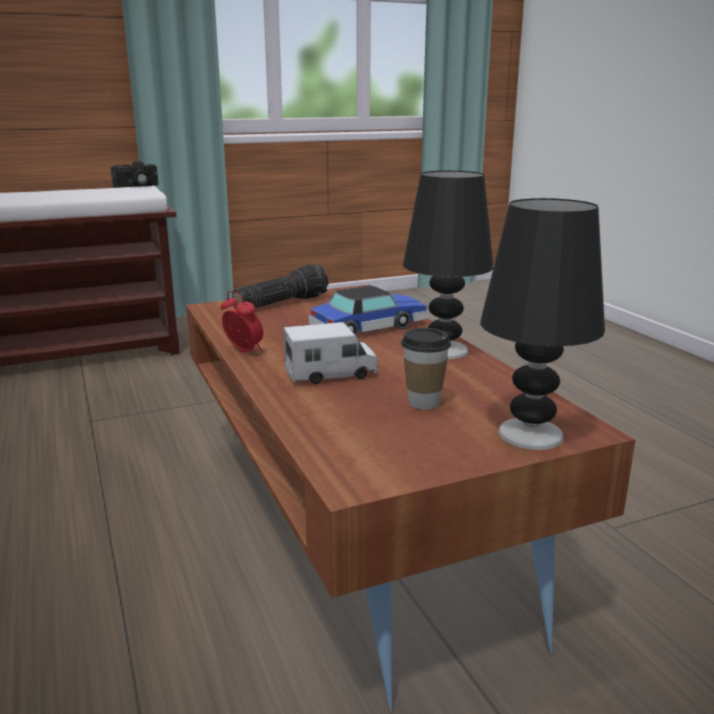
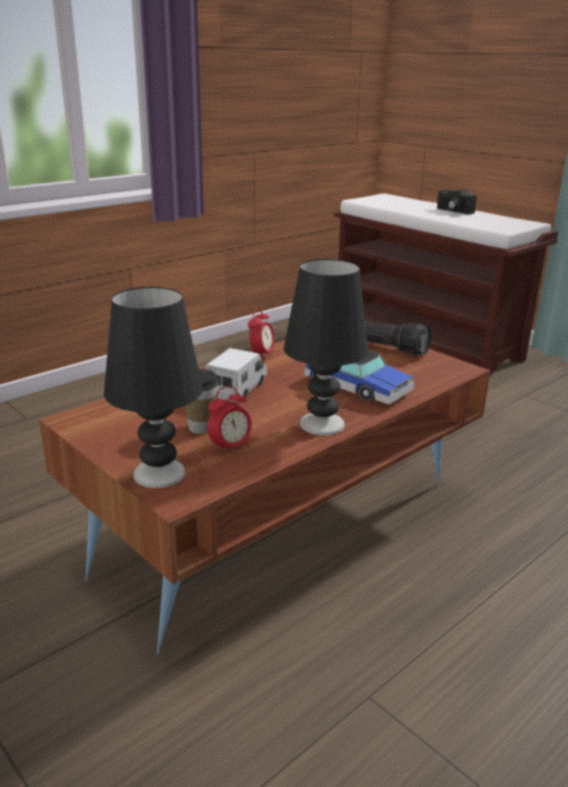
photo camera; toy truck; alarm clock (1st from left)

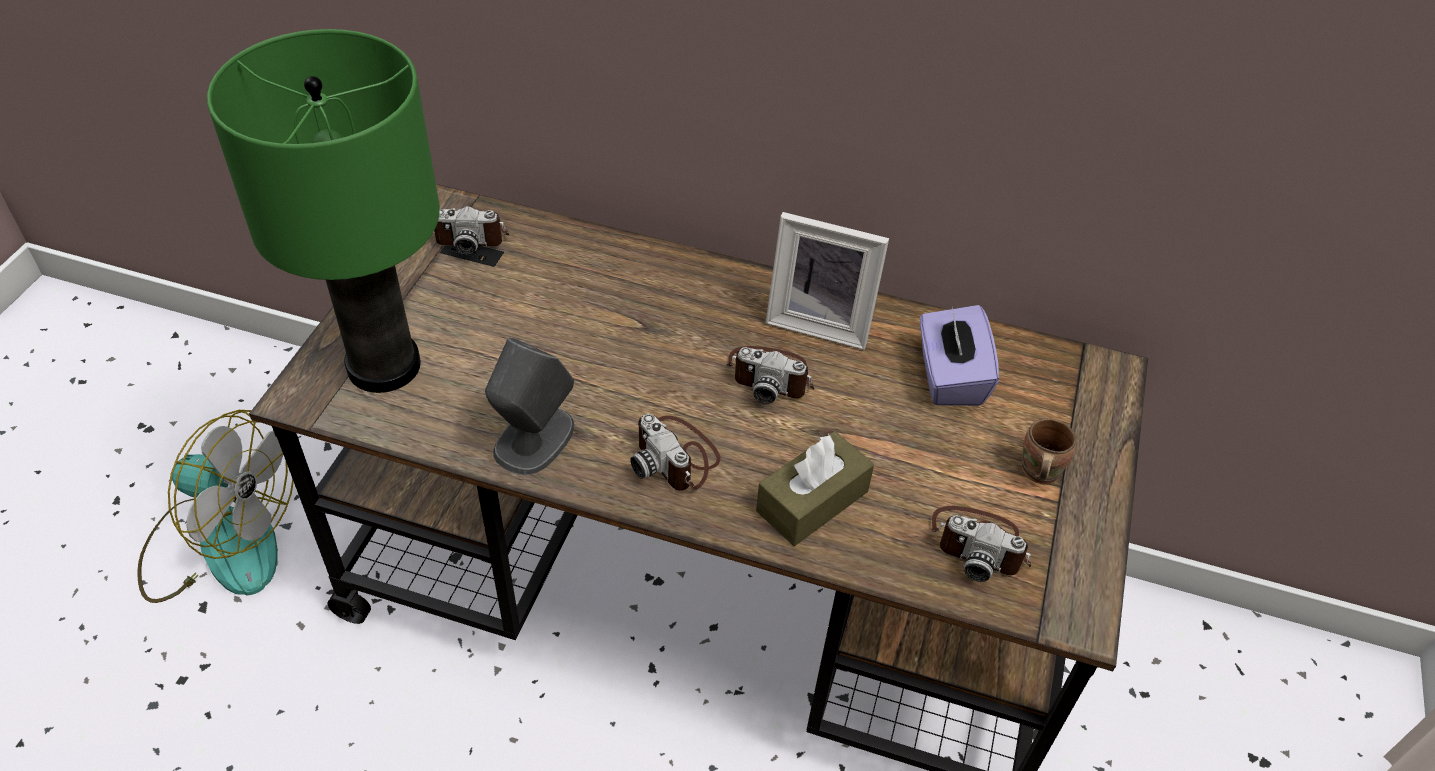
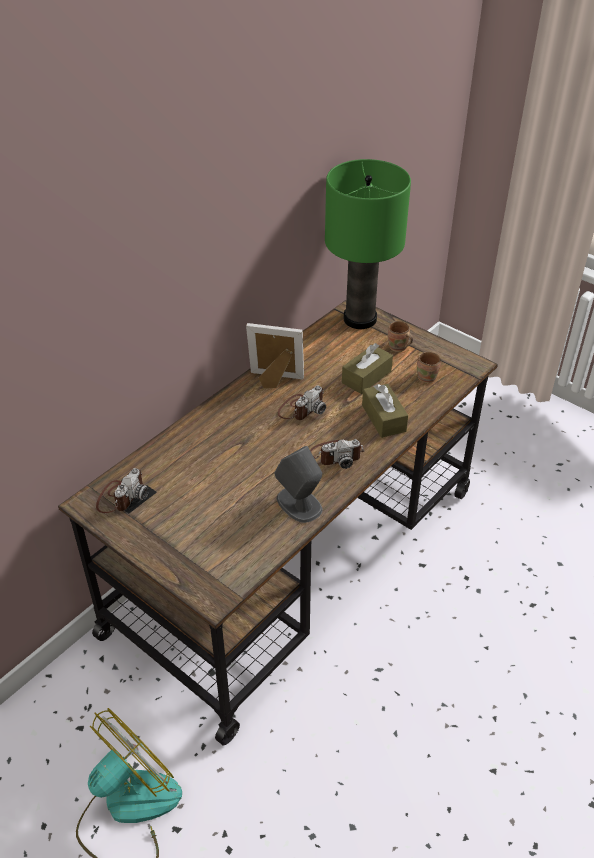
table lamp (green); picture frame; tissue box (purple); mug (brown) (2nd from left); tissue box (brown) (1st from left)

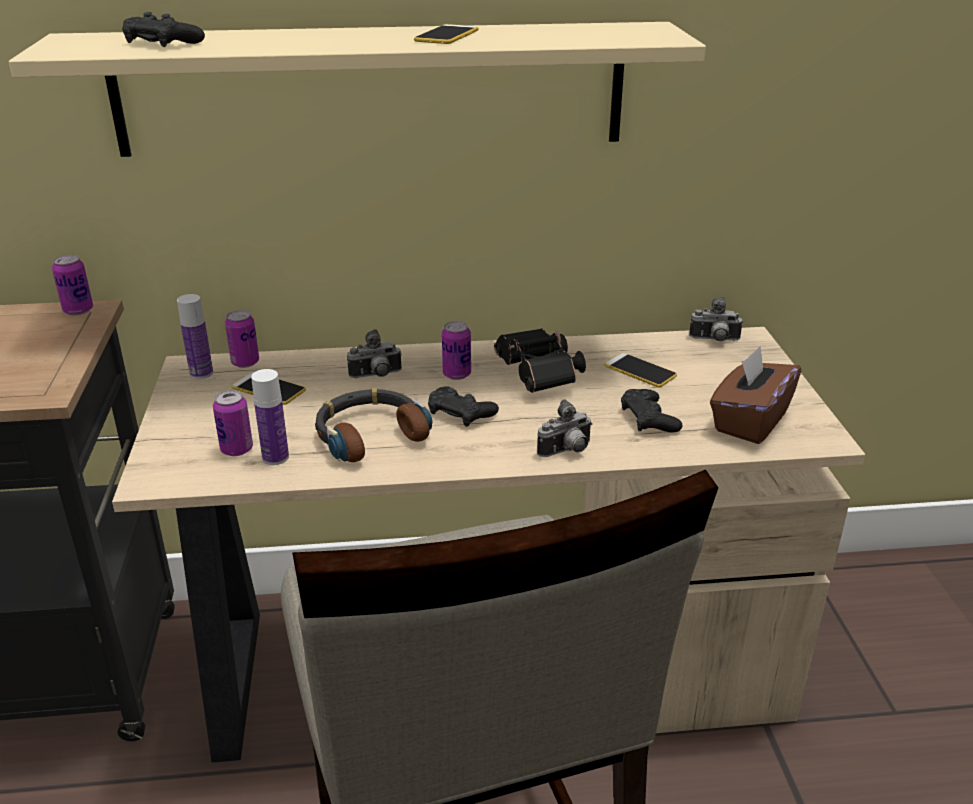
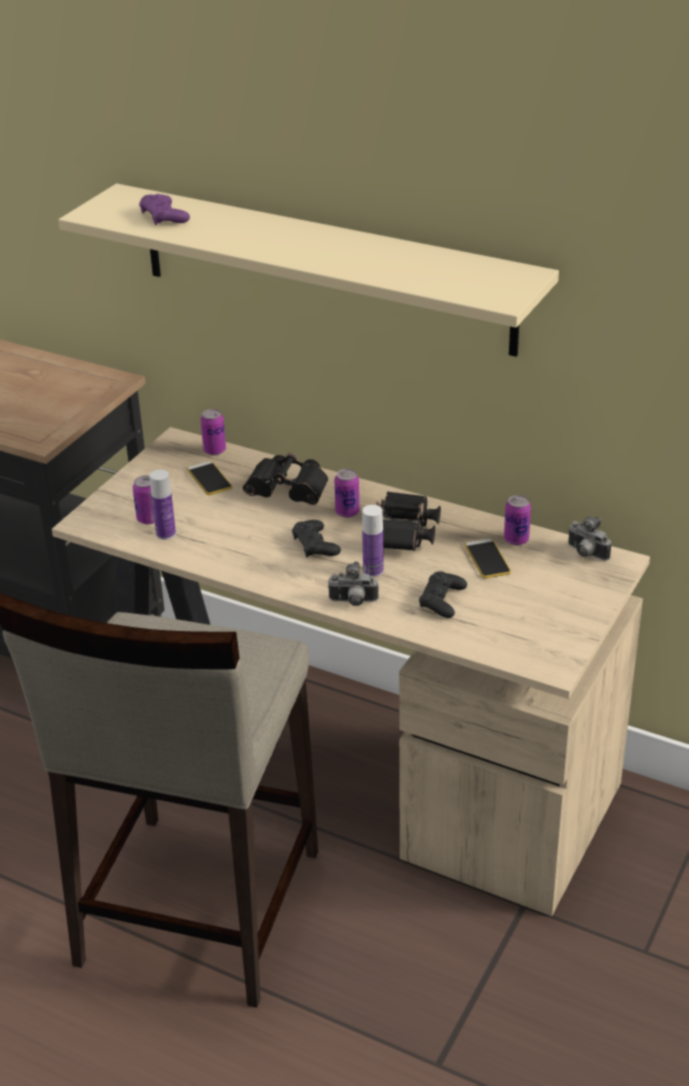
game controller (purple); phone (2nd from left in the first image); can (4th from left); bottle (2nd from left); binoculars (black) (1st from left); tissue box (brown); headphones

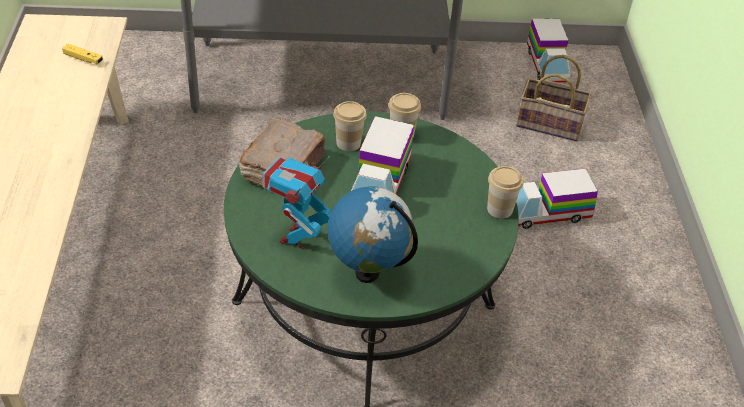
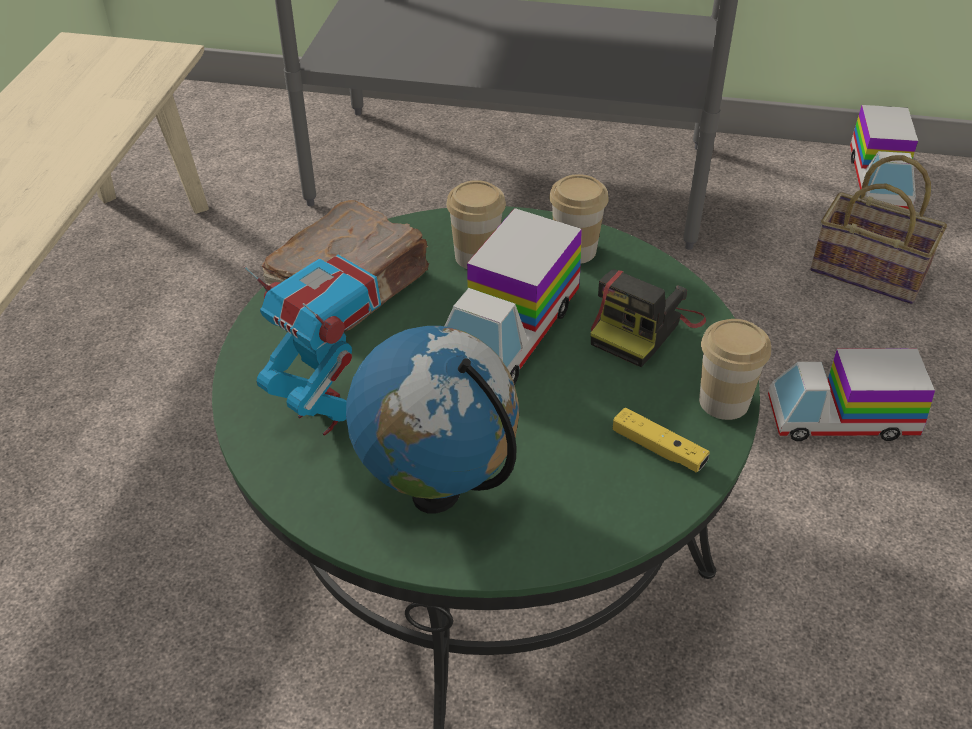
game controller (yellow); toy robot; photo camera

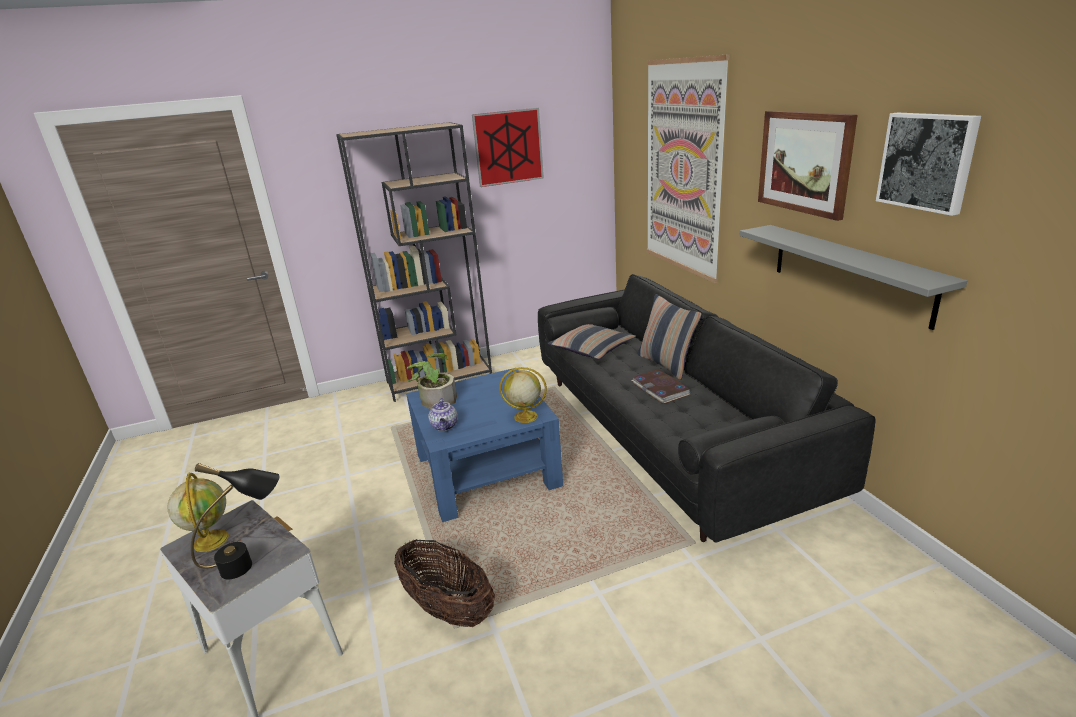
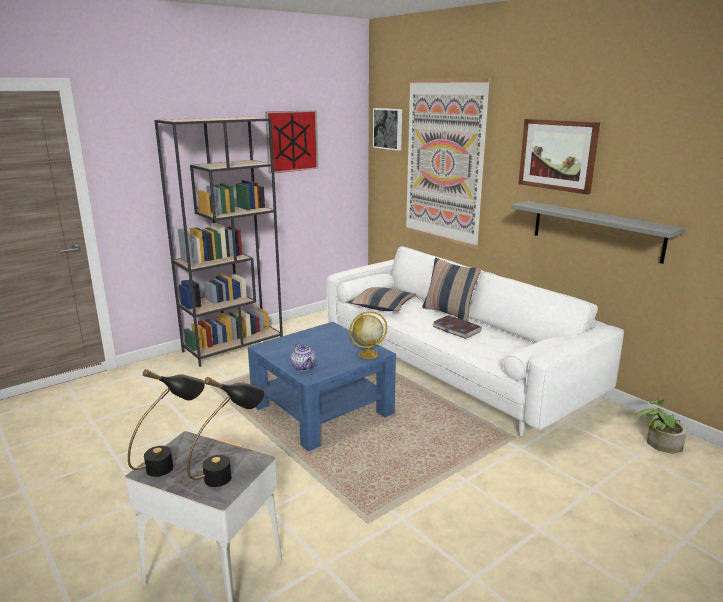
picture (2nd from left); sofa (white); potted plant; table lamp (black) (1st from left); basket

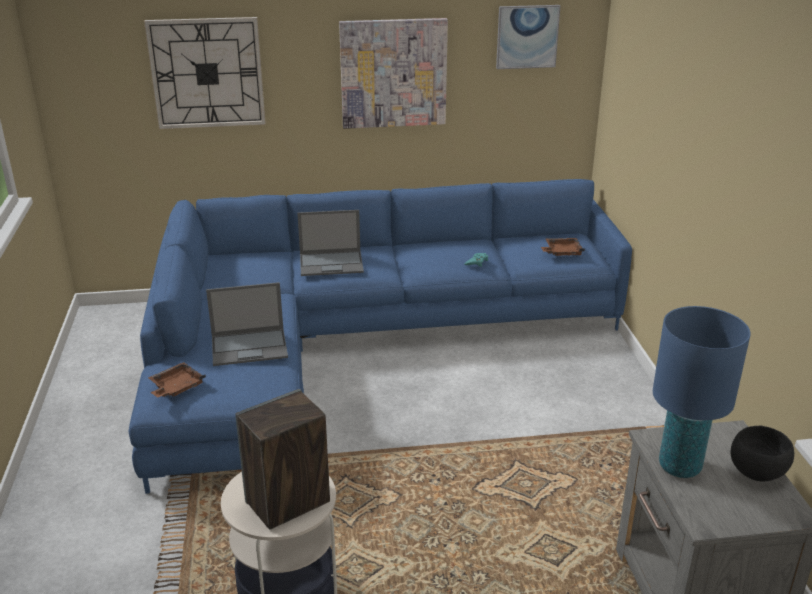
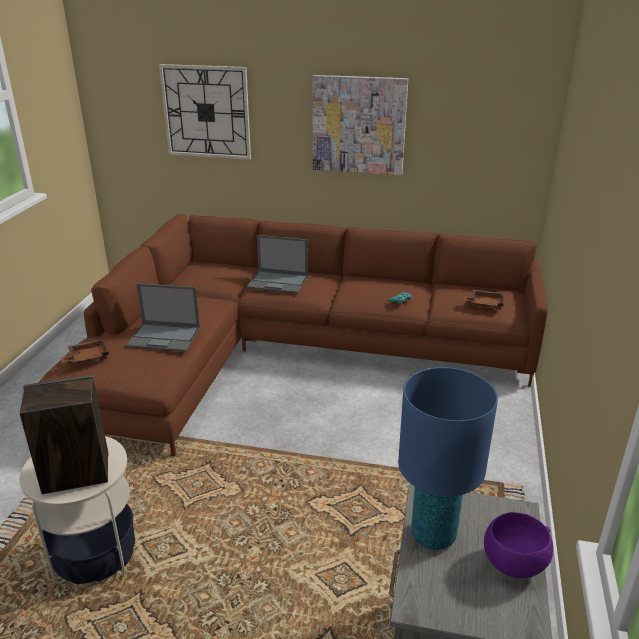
picture (2nd from left in the first image); sofa (brown); bowl (purple)

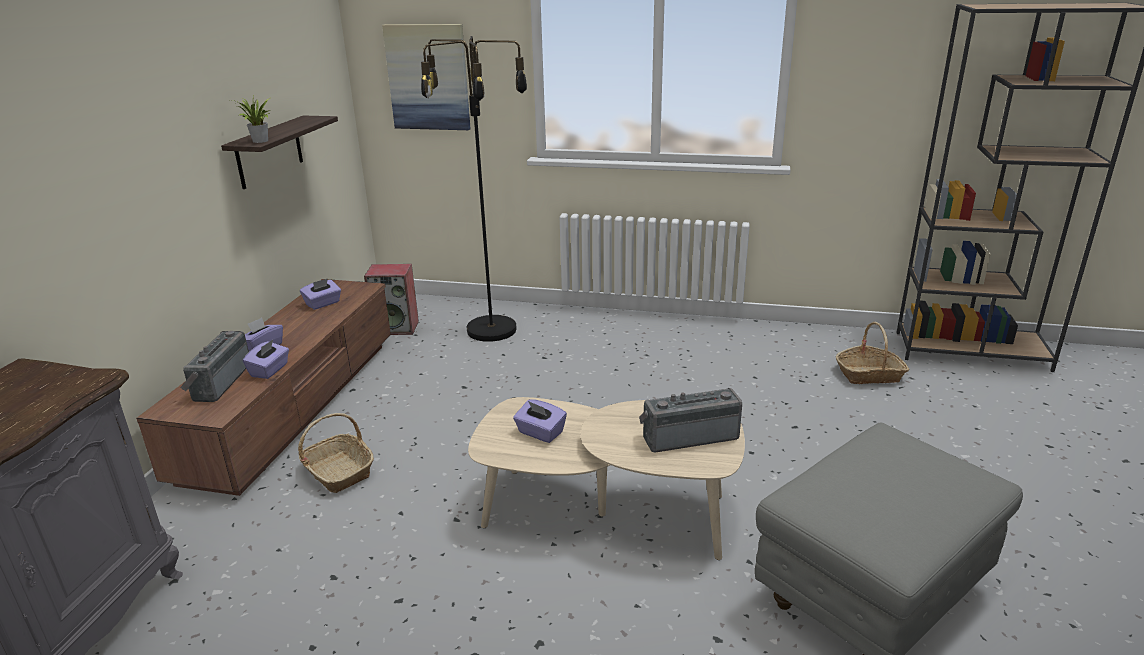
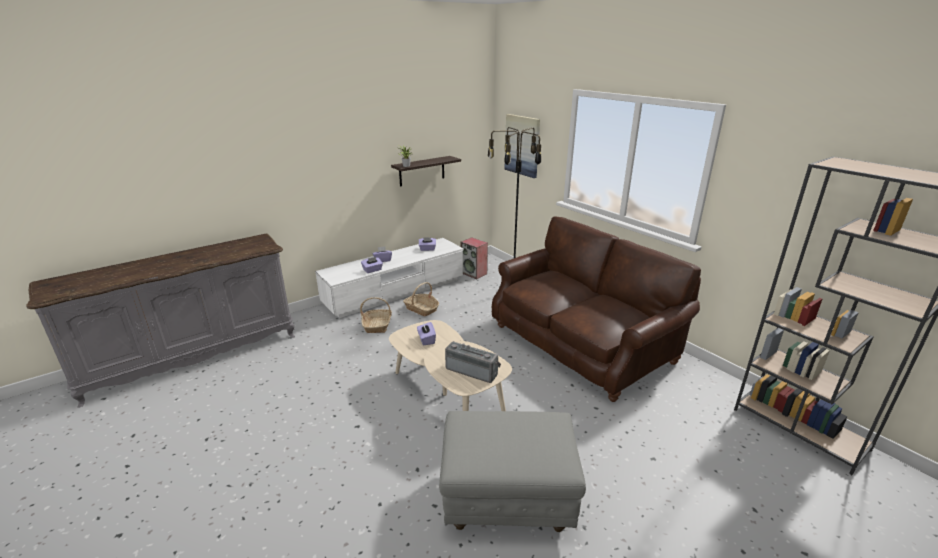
tv stand (white); basket (2nd from left); radio (1st from left in the first image); sofa (brown)

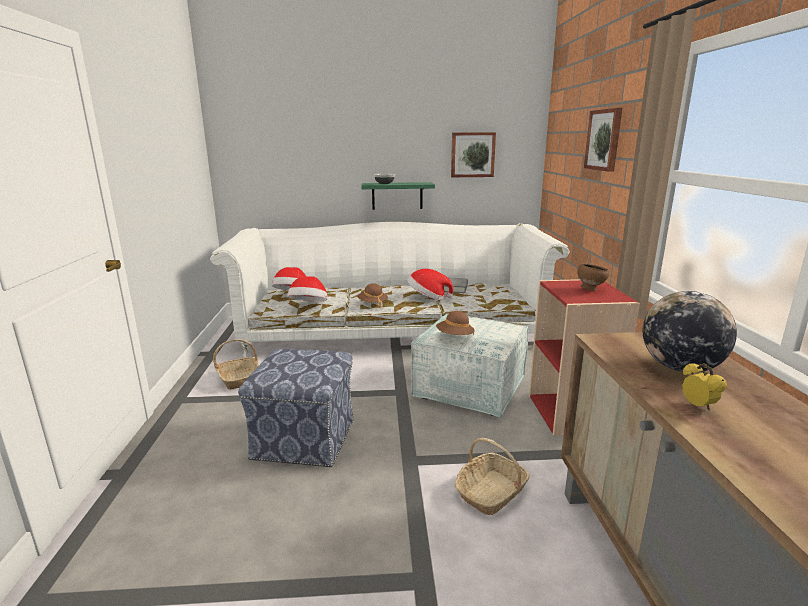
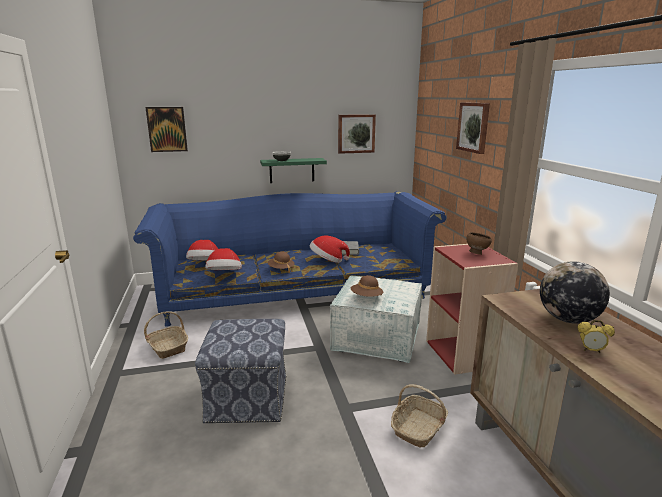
sofa (blue); alarm clock; picture (1st from left)

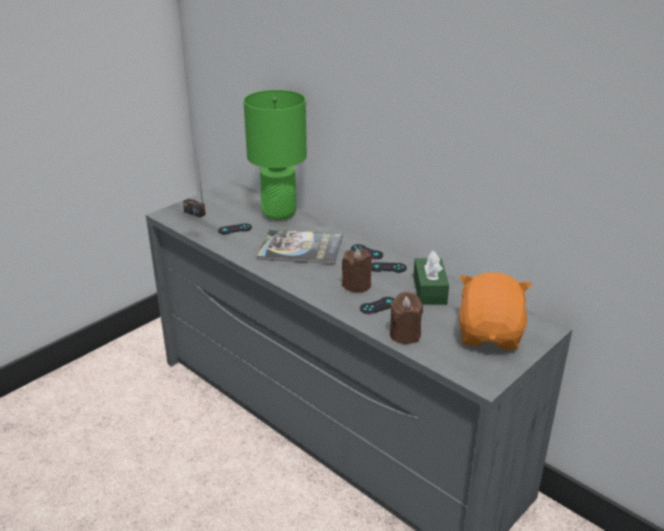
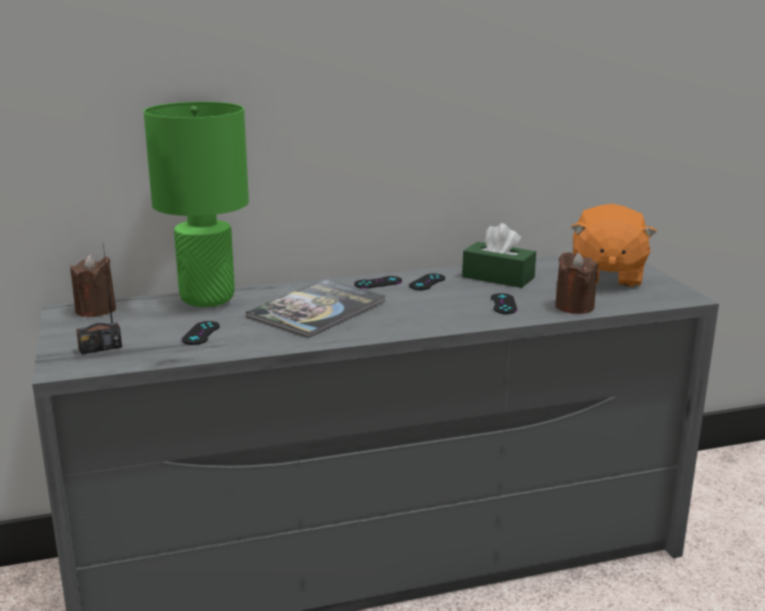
candle (brown) (1st from left); plush toy (orange)

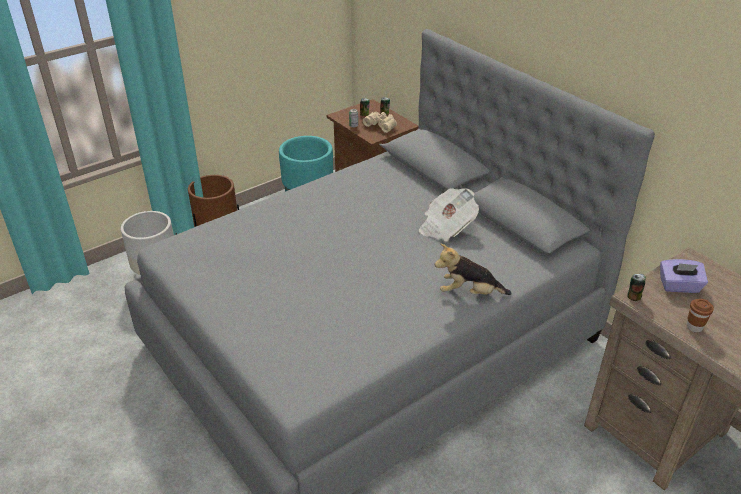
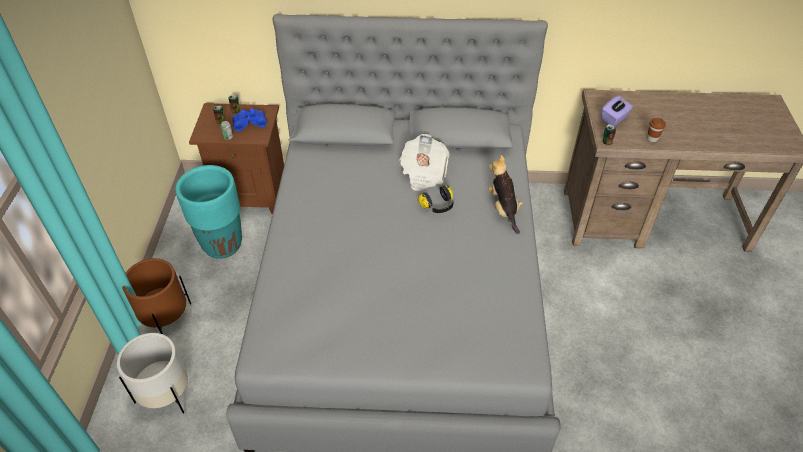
binoculars (blue); plush toy; headphones

